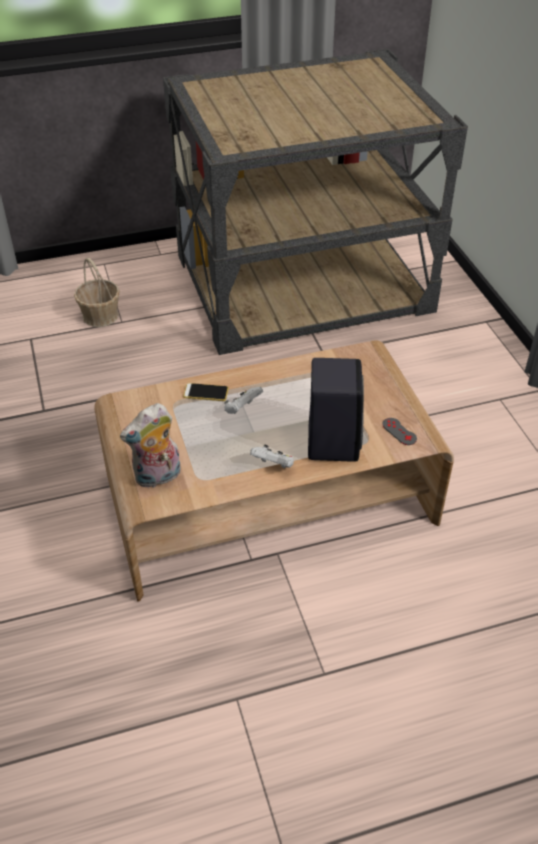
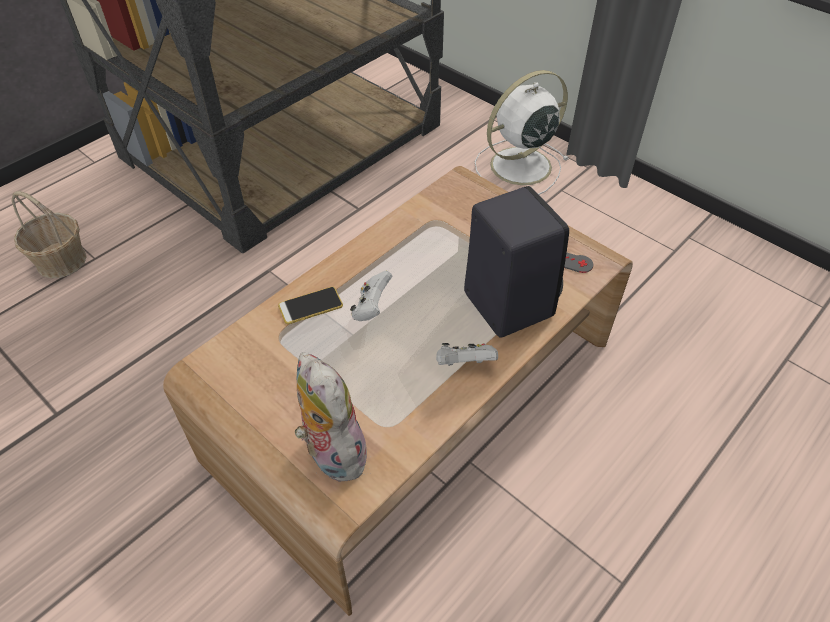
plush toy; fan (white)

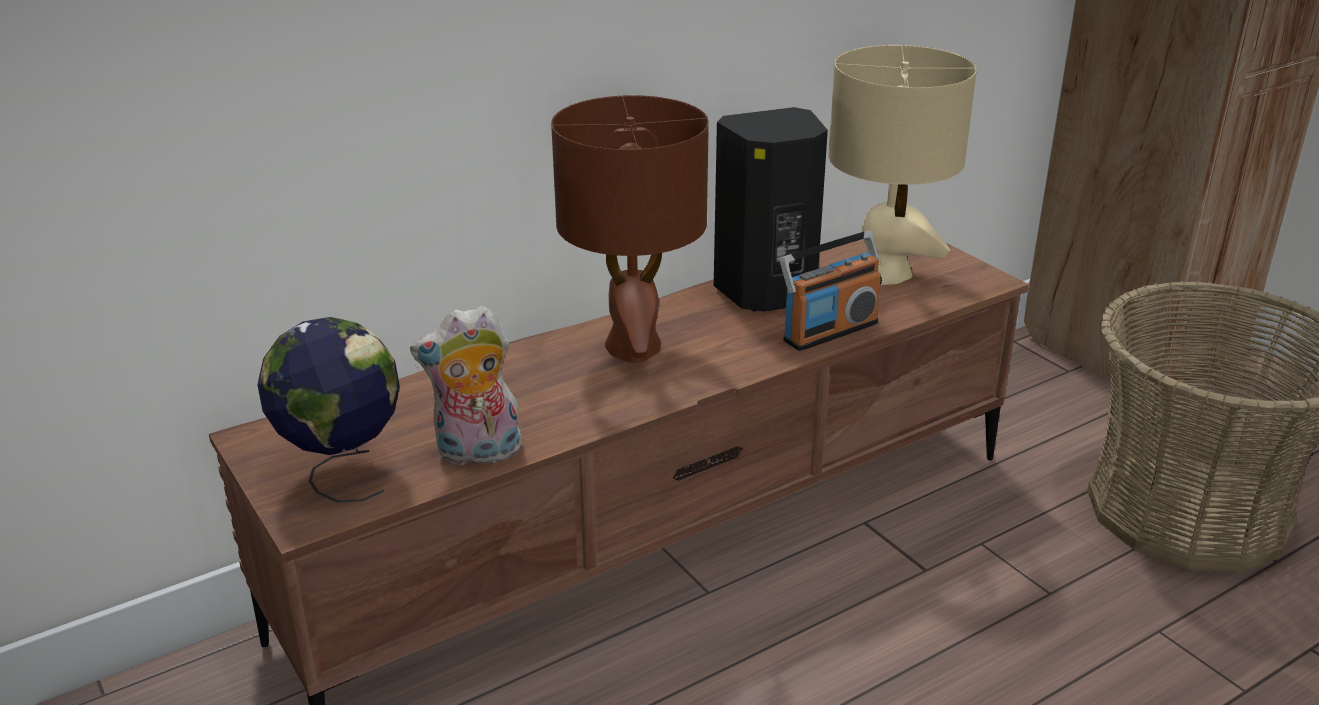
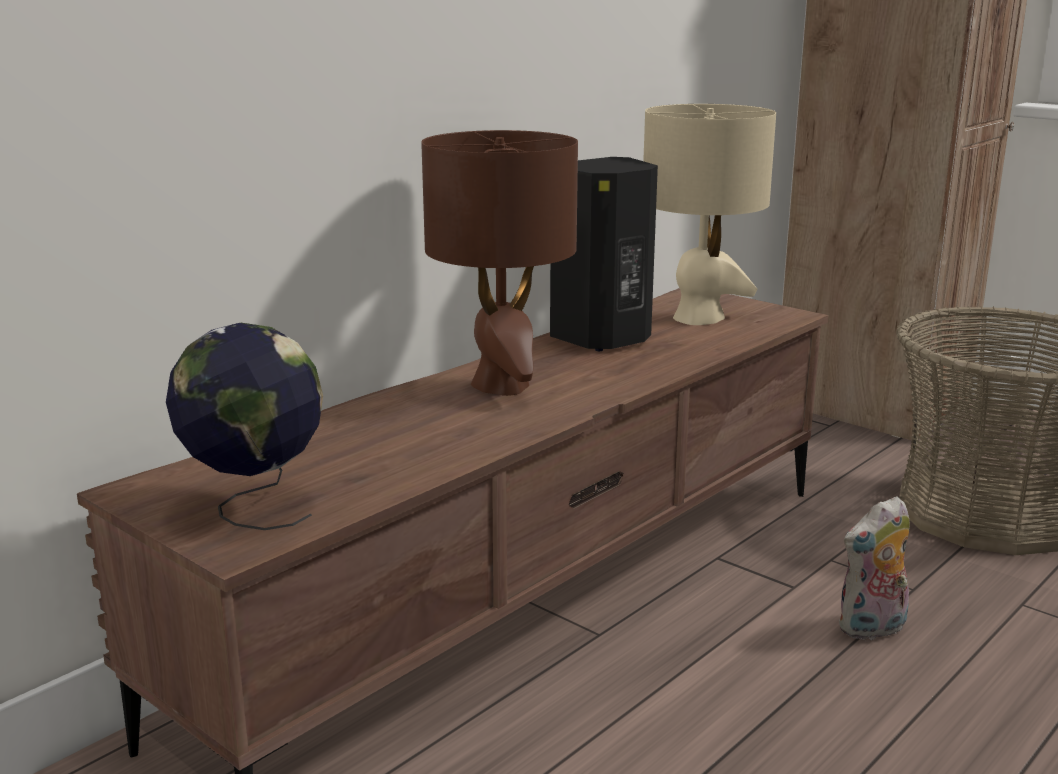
radio; plush toy

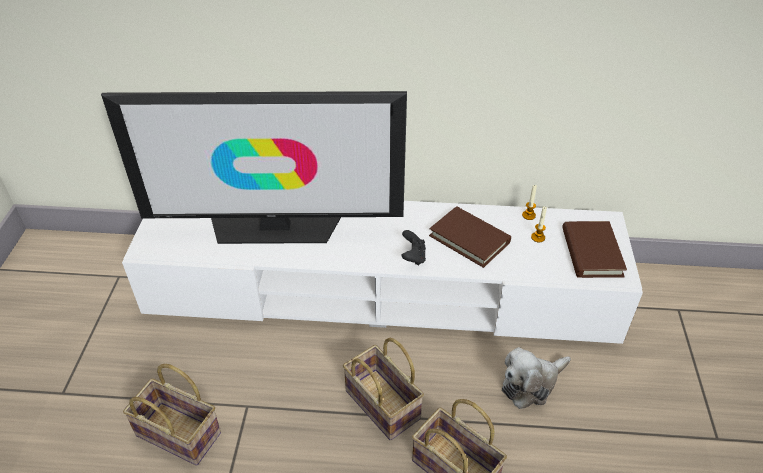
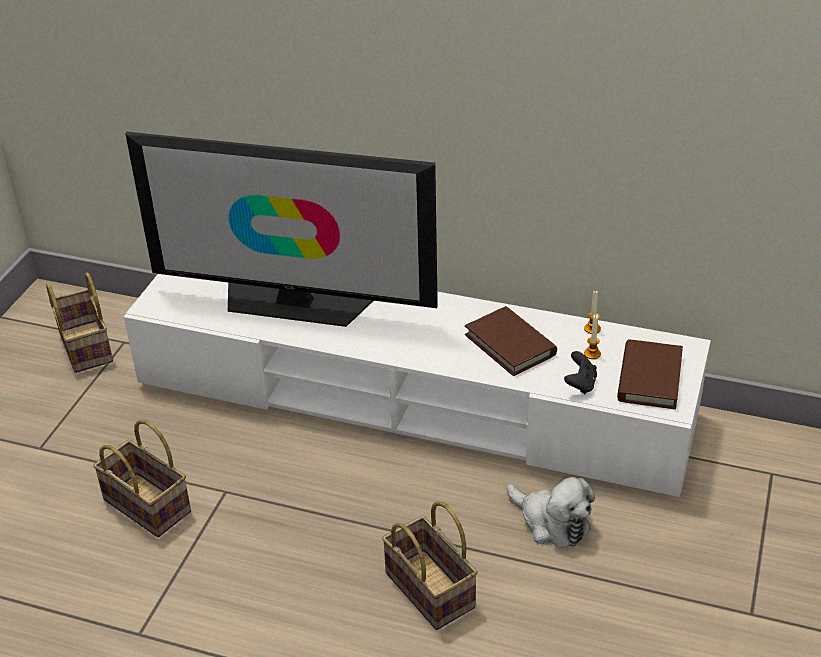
game controller (black); basket (1st from left); plush toy

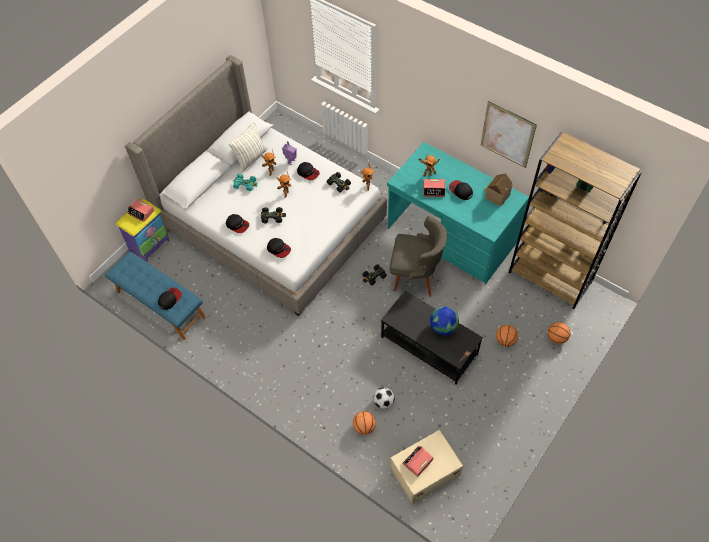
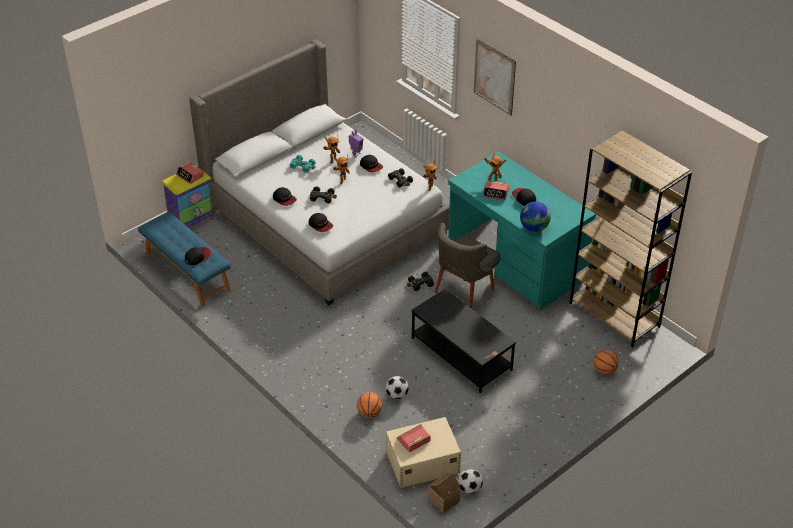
picture; pillow; toy house; chair (grey); globe; basketball (2nd from left in the first image); football (2nd from left)

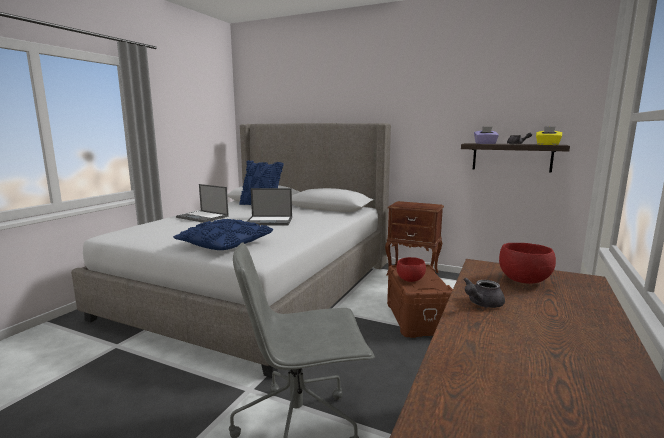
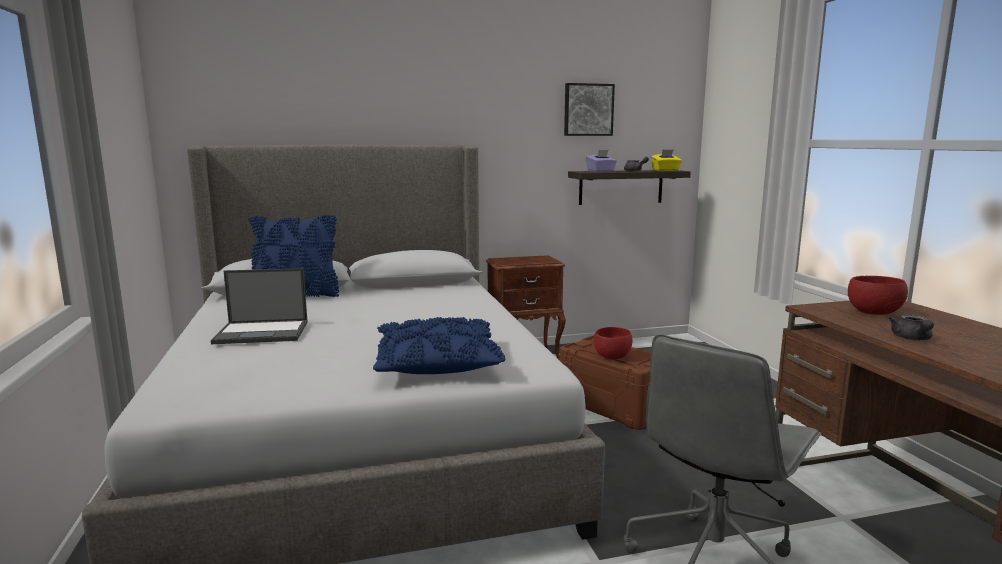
laptop (2nd from left in the first image); picture

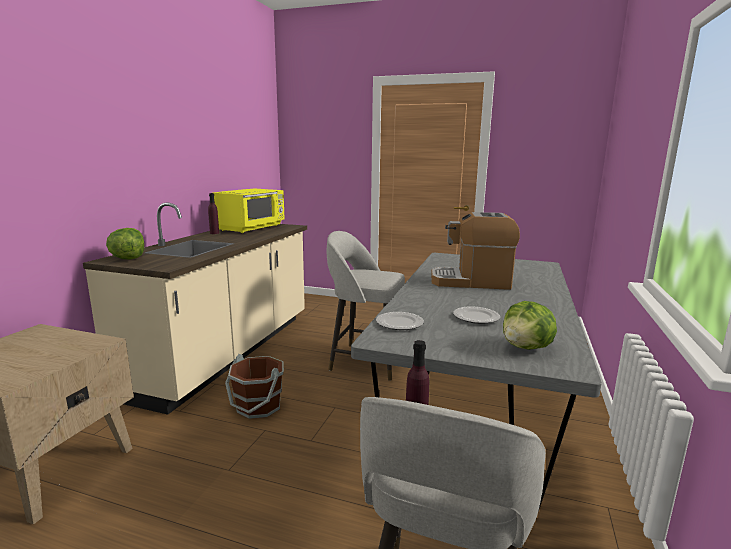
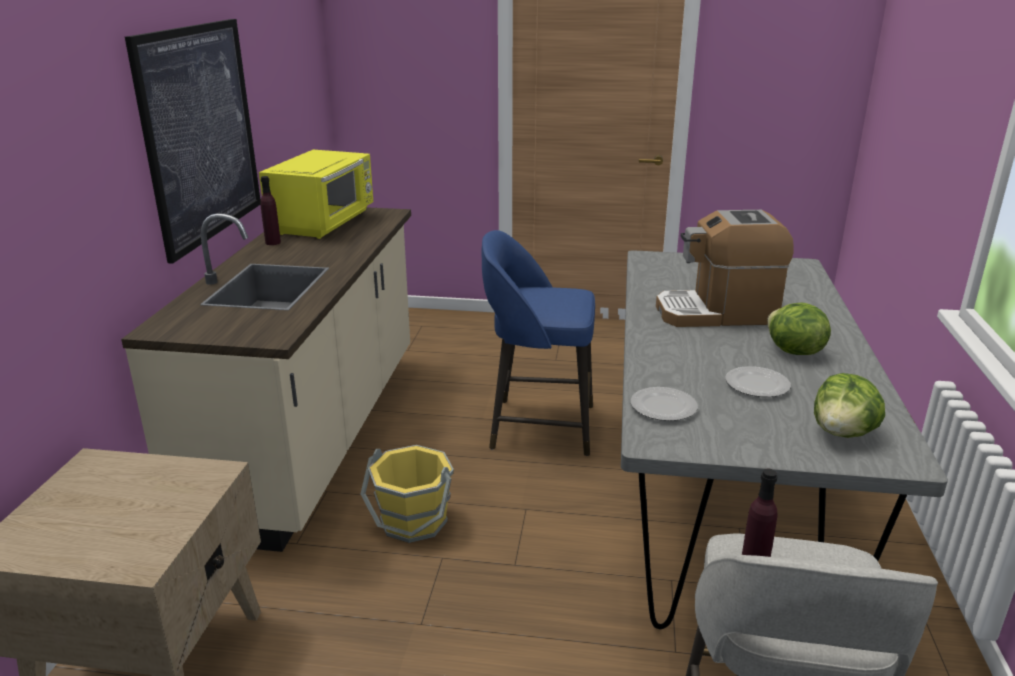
lettuce (1st from left); stool (blue); bucket (yellow); picture

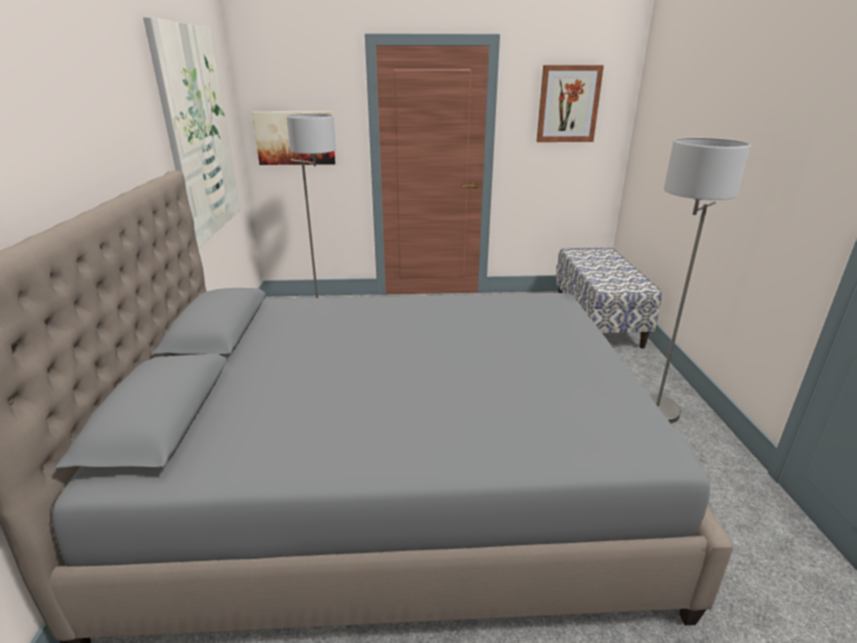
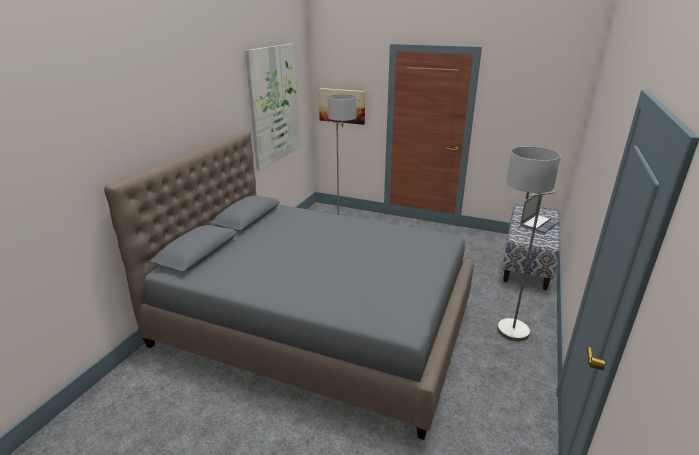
picture (3rd from left in the first image); laptop

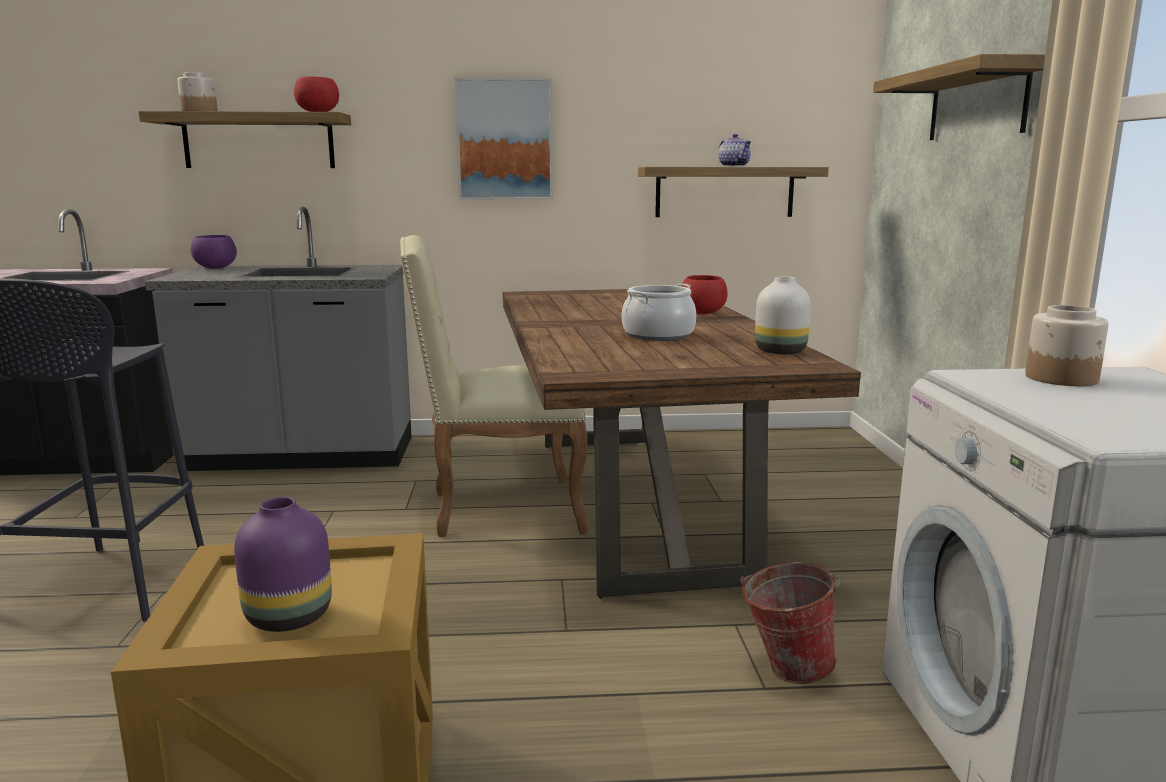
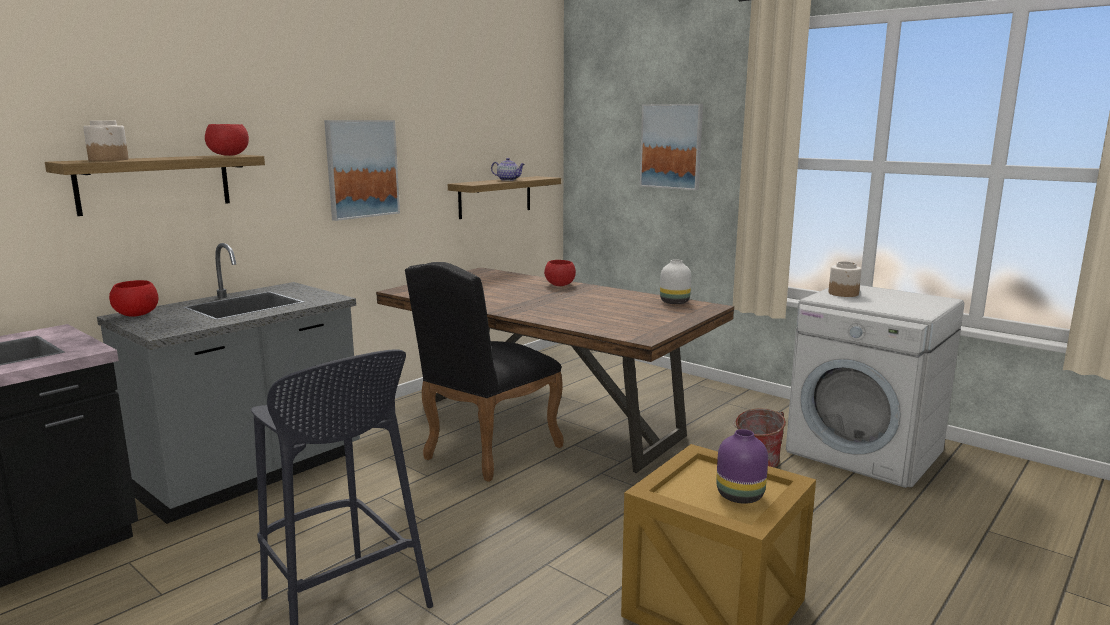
picture (2nd from left); bowl (red) (1st from left); chair (black); cooking pot

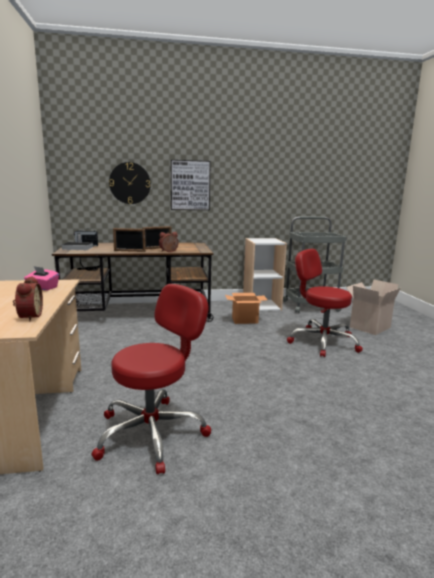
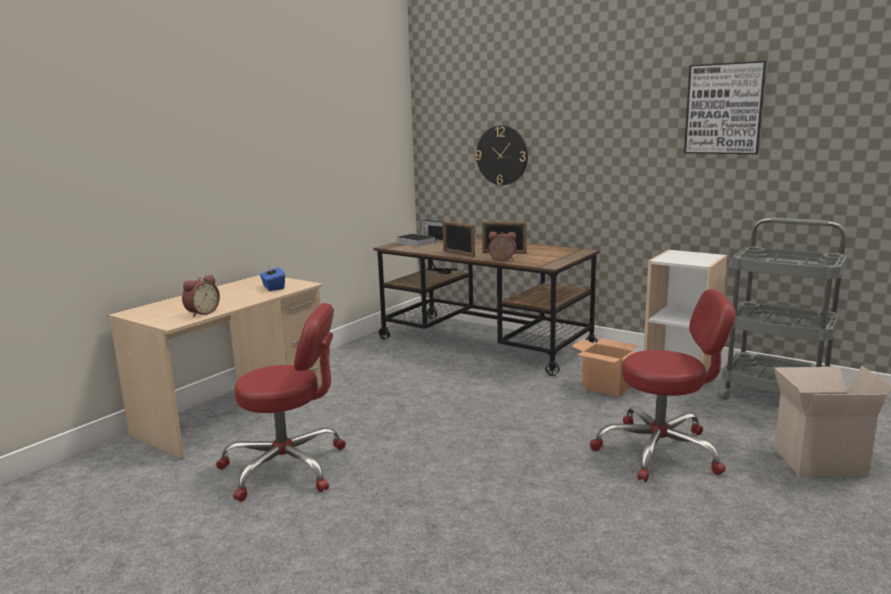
picture; office chair (red) (2nd from left); tissue box (blue)

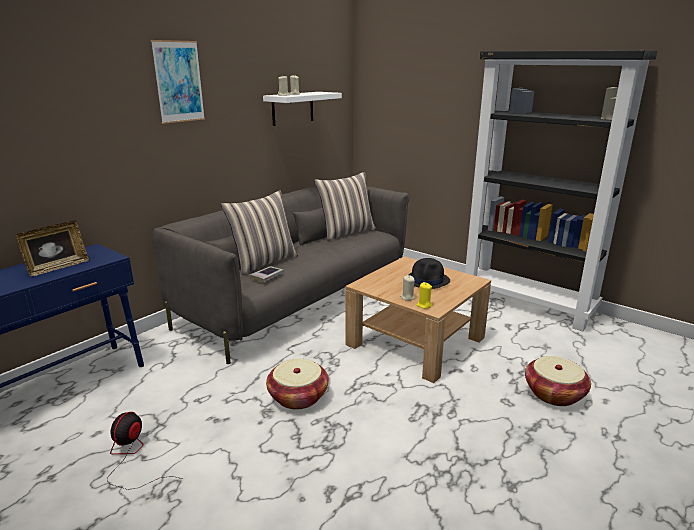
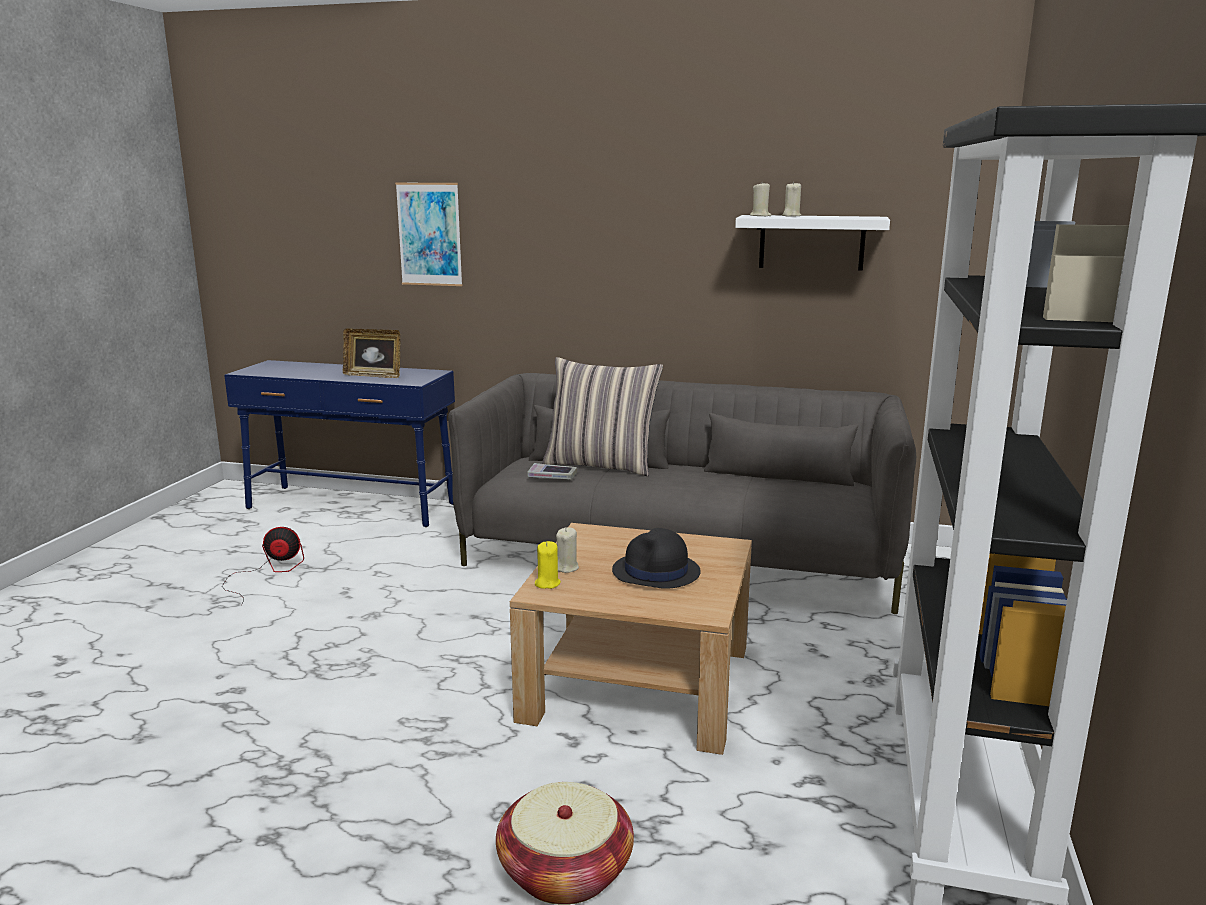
picture; pillow (2nd from left in the first image); basket (1st from left in the first image)

